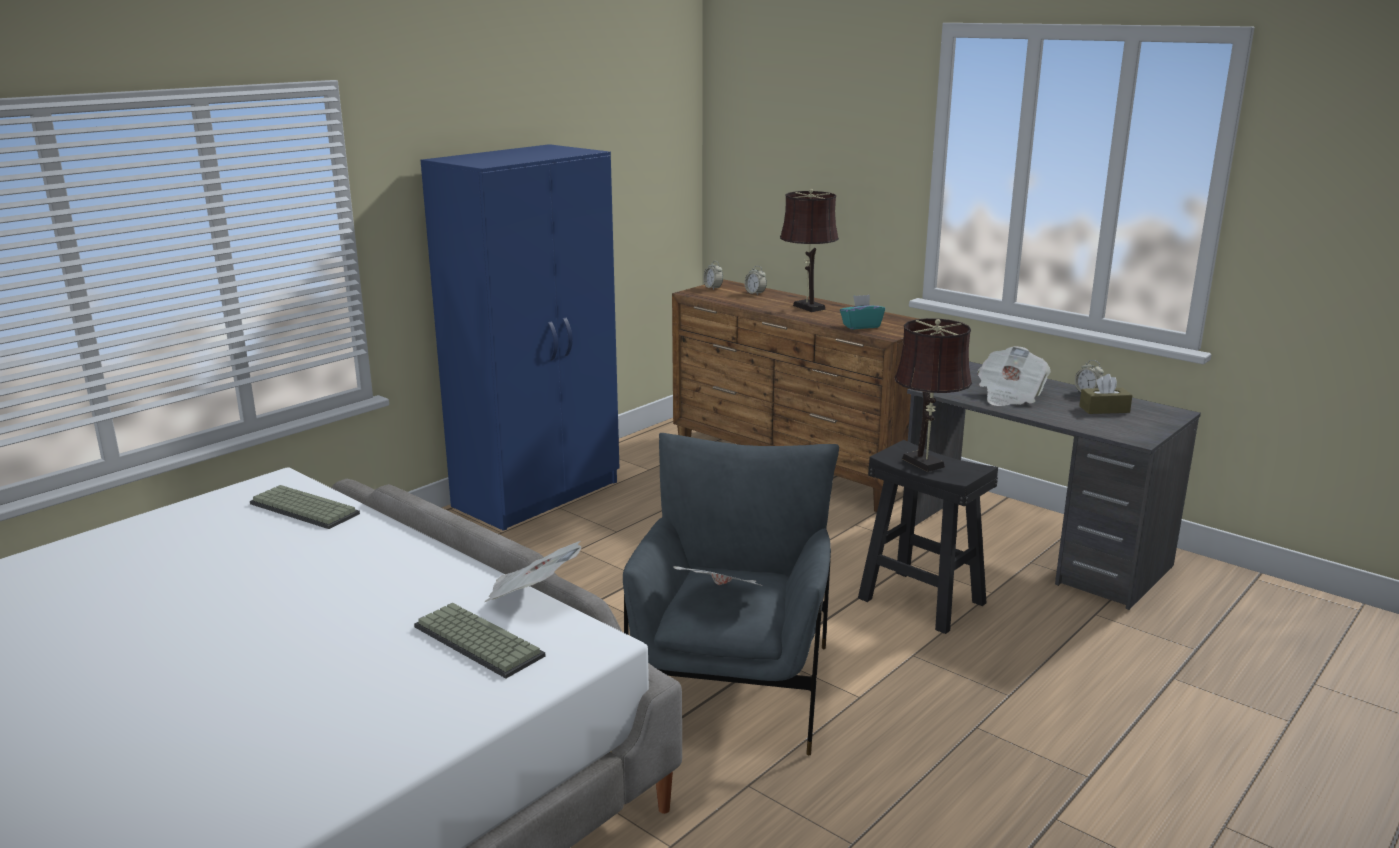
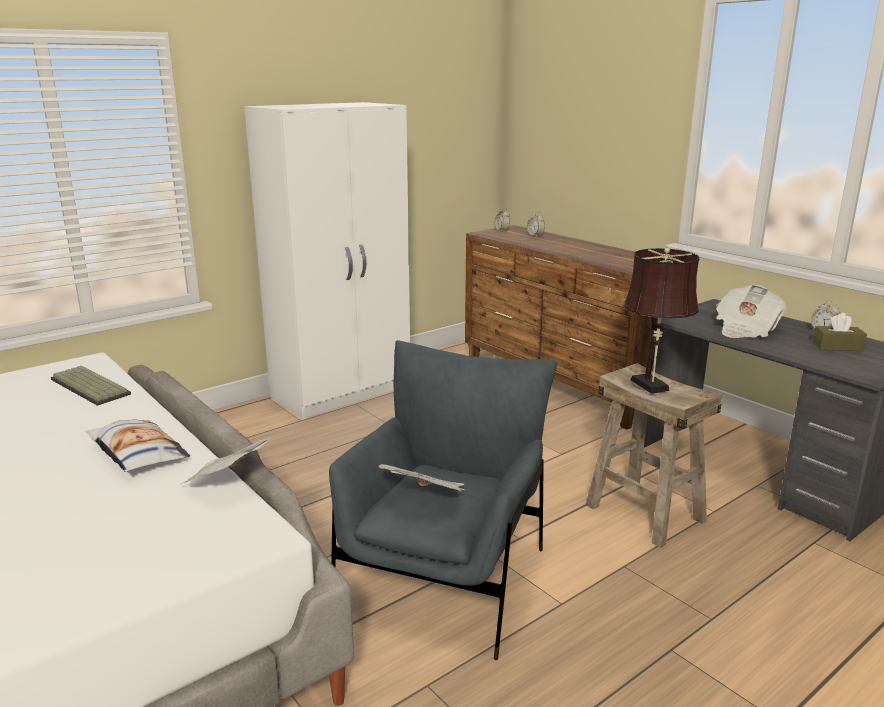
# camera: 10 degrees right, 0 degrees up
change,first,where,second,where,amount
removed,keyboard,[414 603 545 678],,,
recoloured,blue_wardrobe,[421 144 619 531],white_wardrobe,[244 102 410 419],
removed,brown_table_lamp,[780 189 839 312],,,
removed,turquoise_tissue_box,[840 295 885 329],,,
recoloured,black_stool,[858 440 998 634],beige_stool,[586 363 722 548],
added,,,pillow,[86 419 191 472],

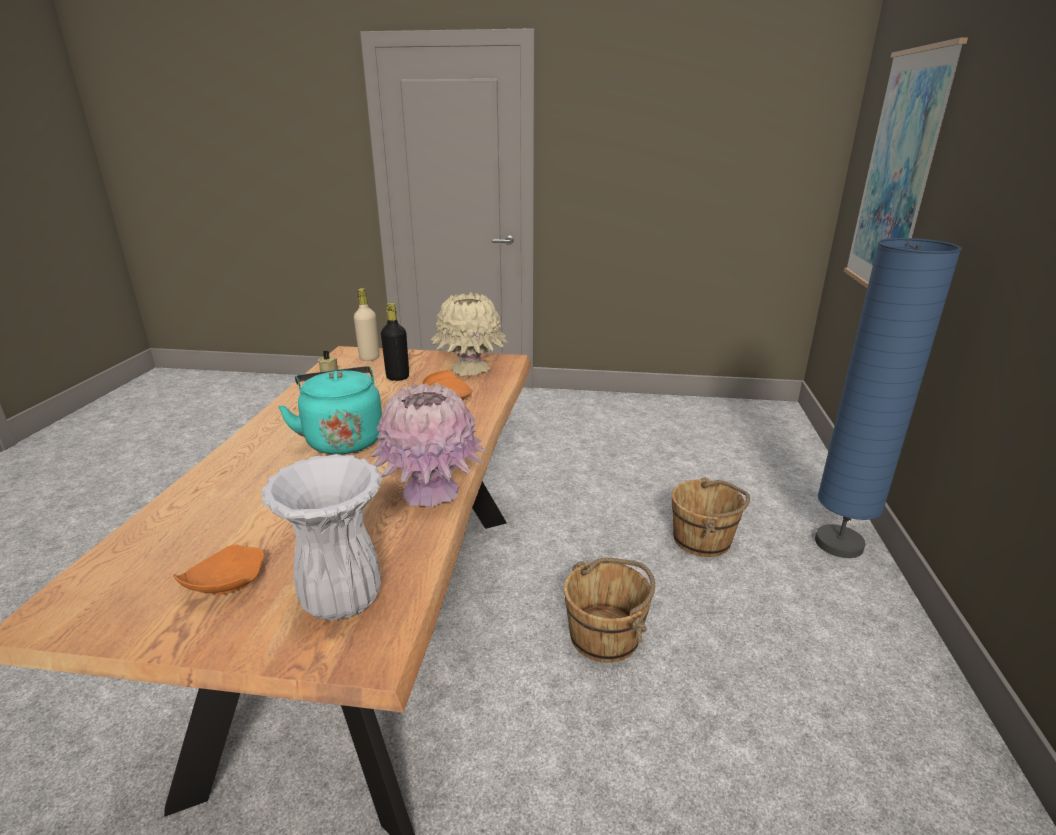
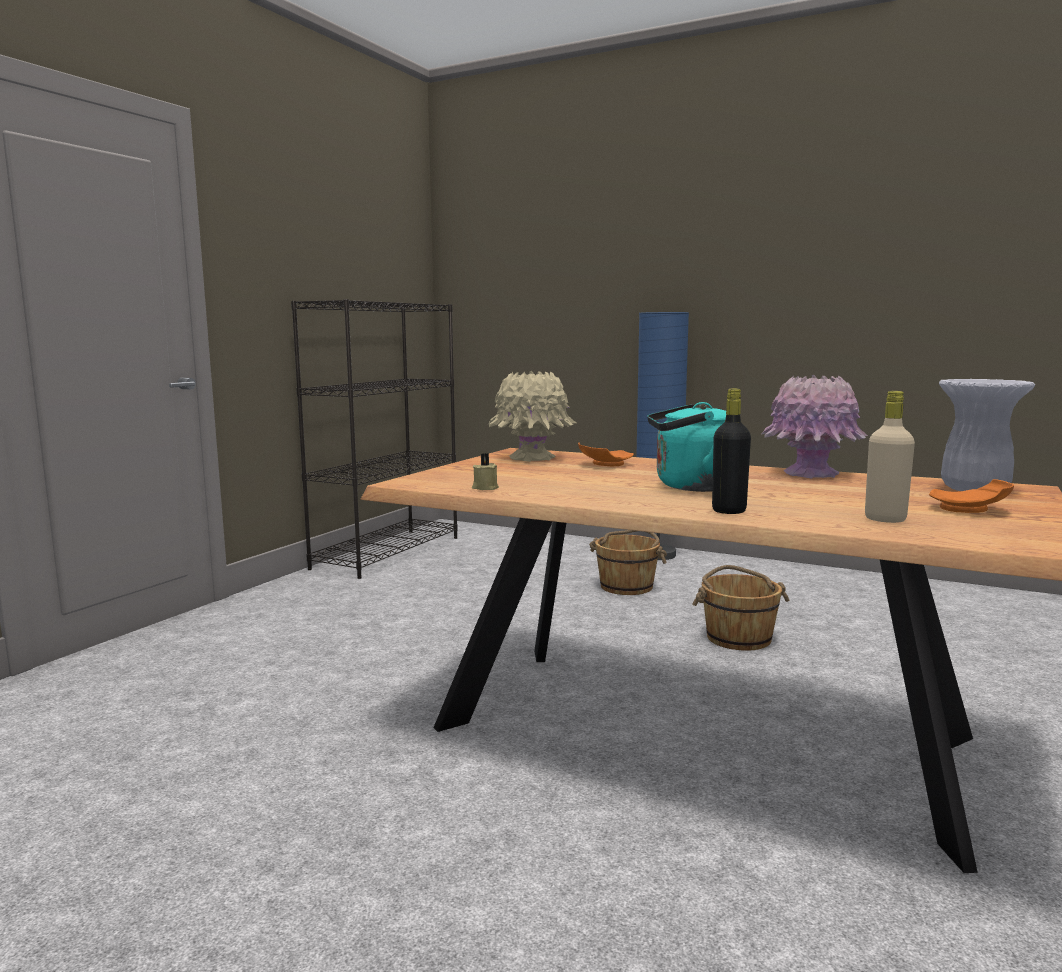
# camera: 70 degrees left, 15 degrees down
change,first,where,second,where,amount
moved,beige_bottle,[354 288 379 361],,[865 391 915 523],
moved,black_bottle,[381 303 409 381],,[712 389 751 514],
removed,picture,[844 37 968 288],,,
added,,,black_bookcase,[291 299 458 579],

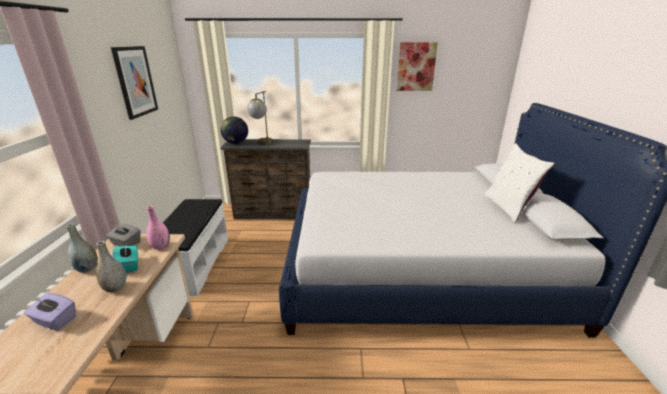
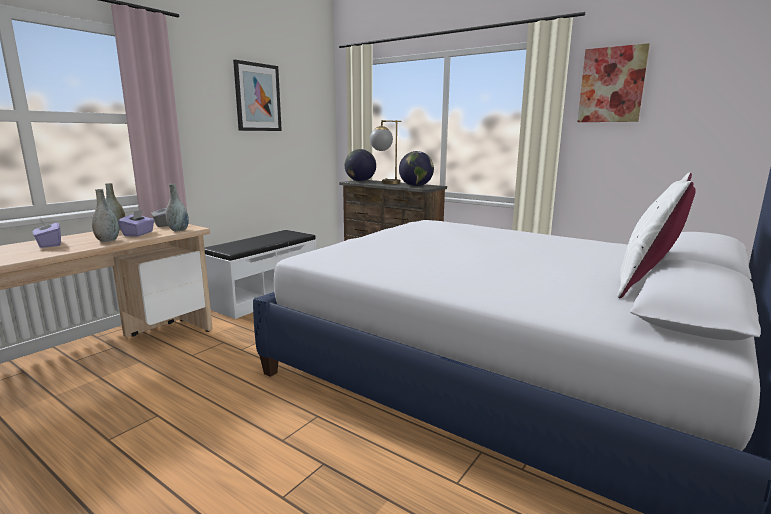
# camera: 35 degrees right, 10 degrees down
change,first,where,second,where,amount
recoloured,turquoise_tissue_box,[113 244 138 273],purple_tissue_box,[118 210 155 236],
recoloured,pink_vase,[146 206 170 250],grey_vase,[166 184 189 231],
added,,,globe,[399 151 434 187],

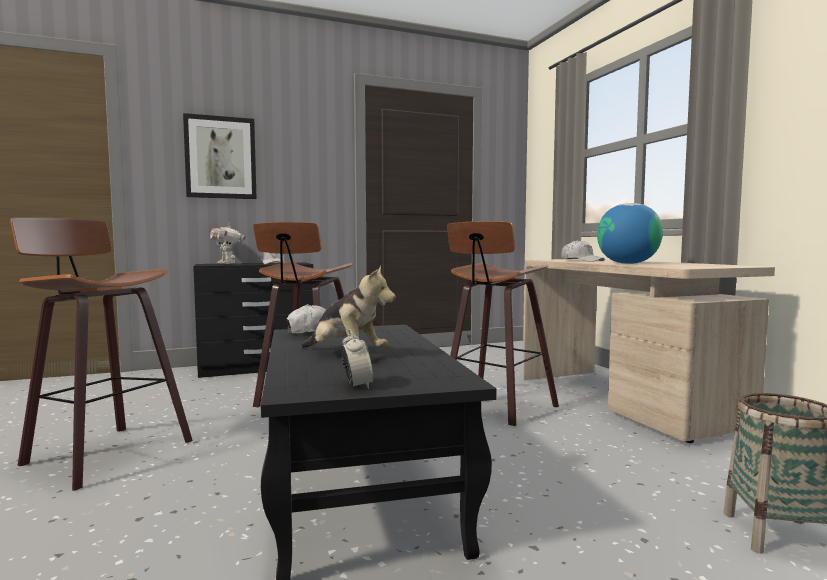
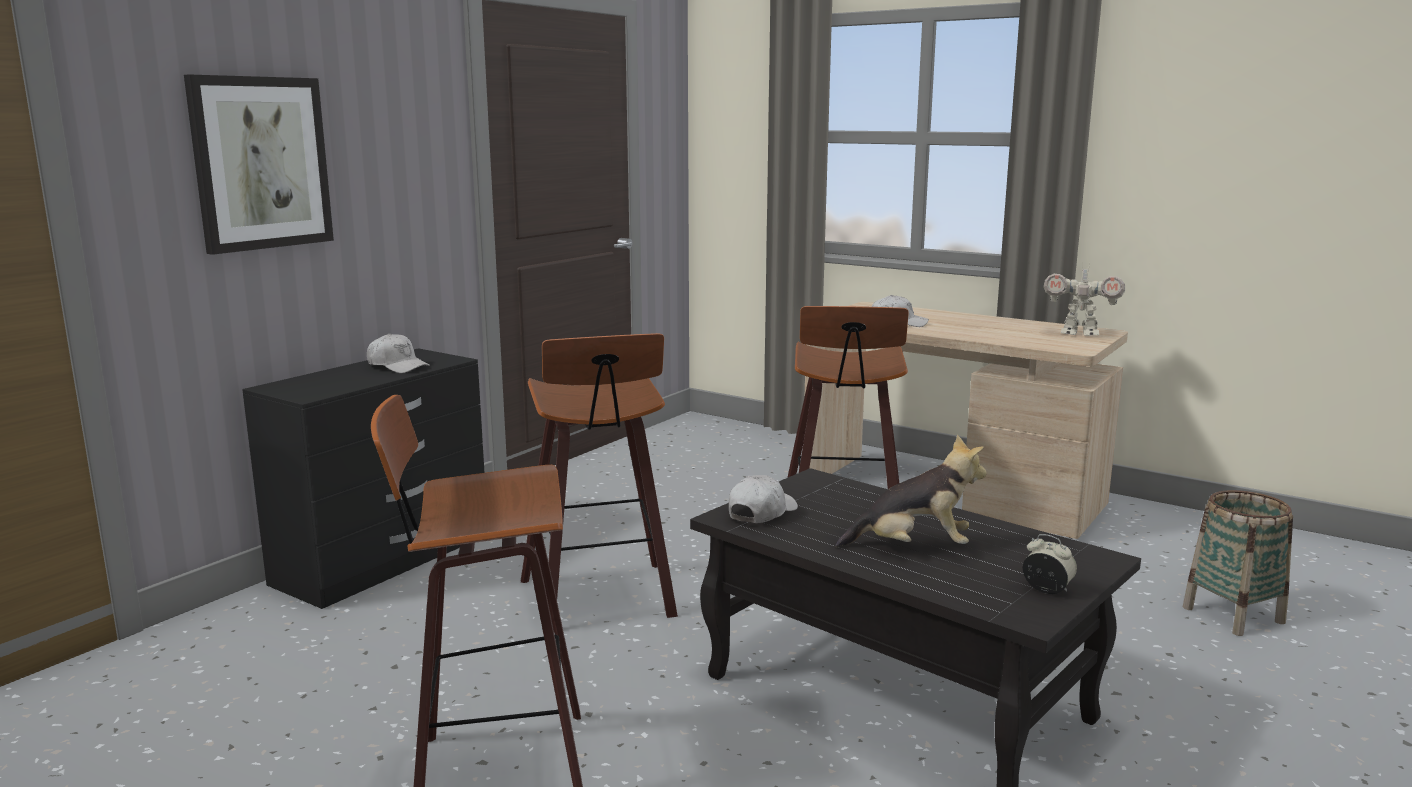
# camera: 35 degrees left, 10 degrees up
change,first,where,second,where,amount
moved,toy_robot,[210 221 246 264],,[1044 263 1125 336],
removed,globe,[597 203 663 264],,,

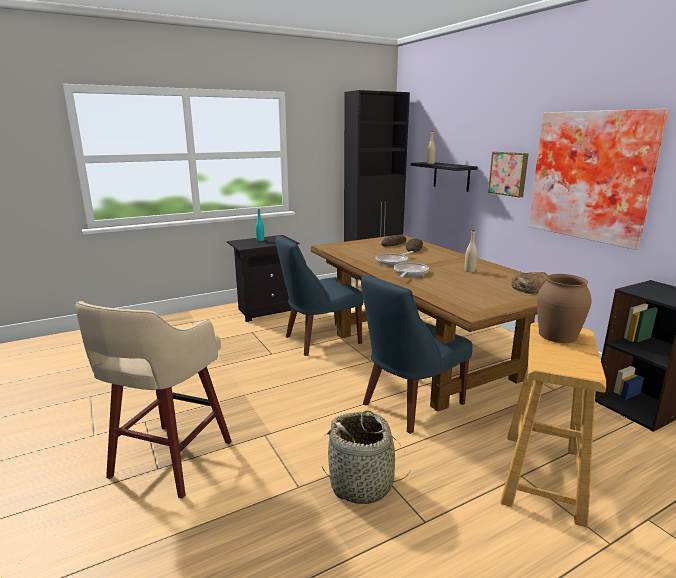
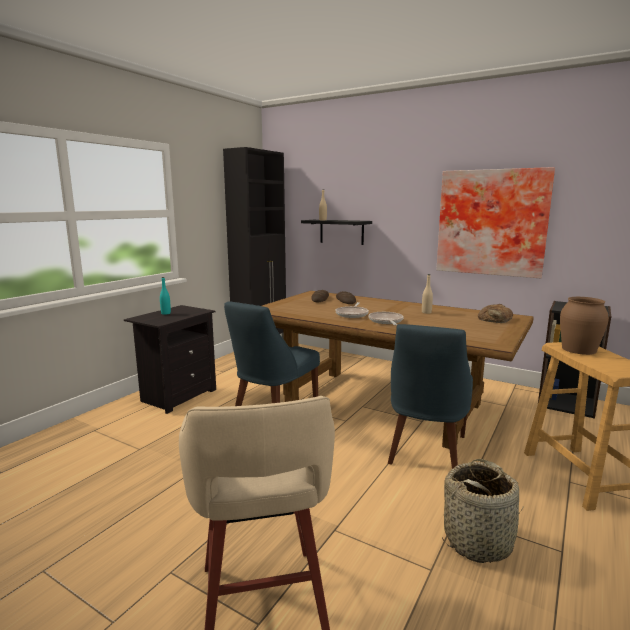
# camera: 30 degrees left, 5 degrees down
change,first,where,second,where,amount
removed,picture,[488 152 528 197],,,

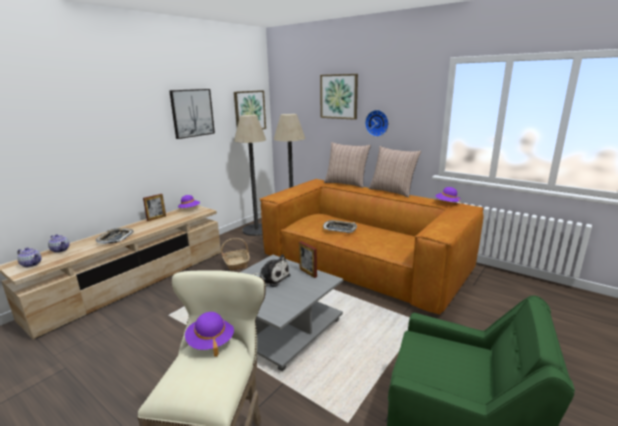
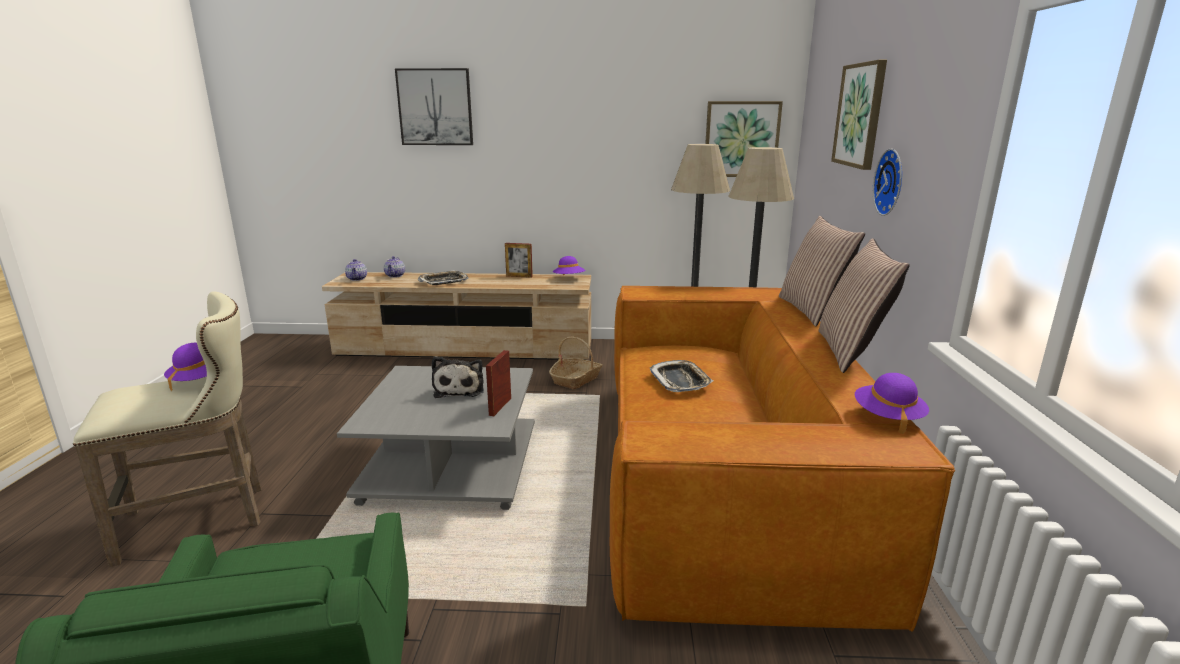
# camera: 55 degrees right, 0 degrees up
change,first,where,second,where,amount
moved,picture,[169 89 215 139],,[395 68 473 145],

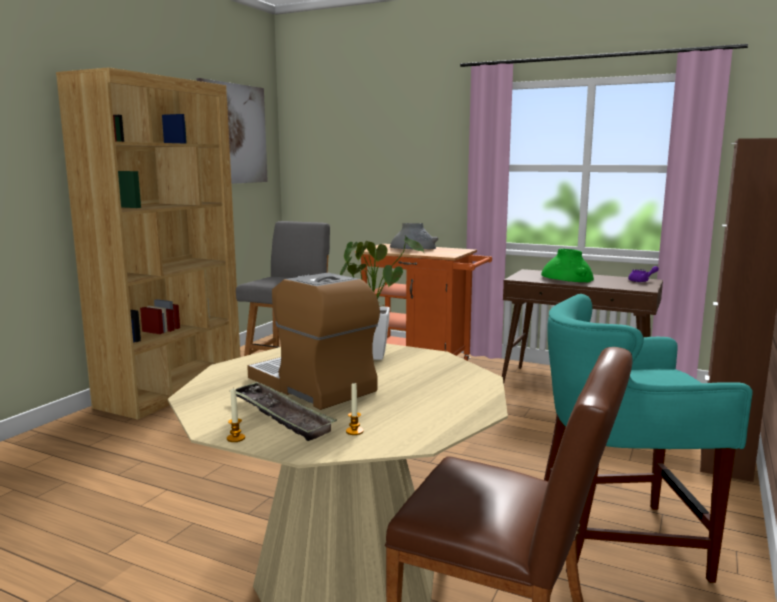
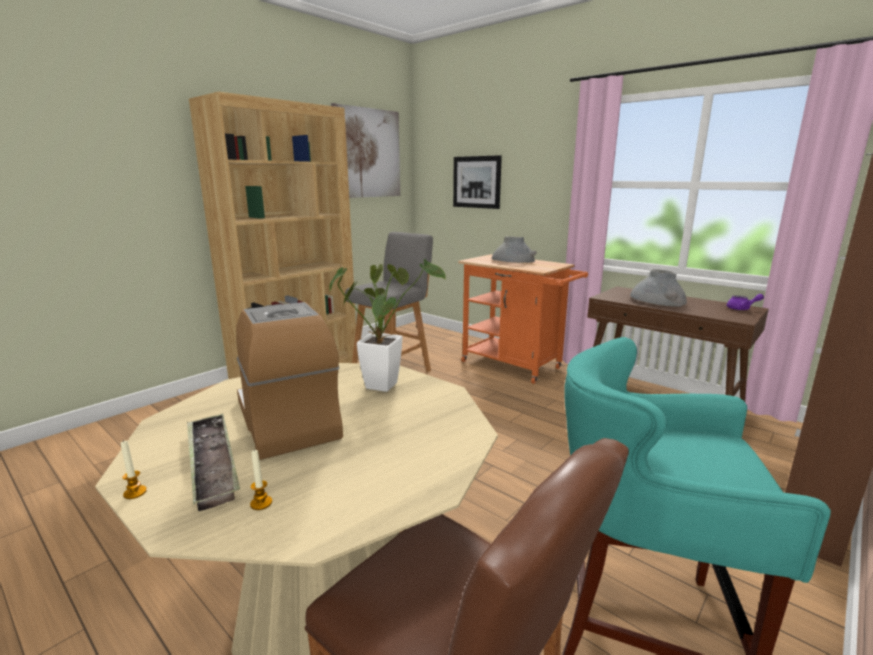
# camera: 15 degrees right, 5 degrees up
change,first,where,second,where,amount
recoloured,green_vase,[541 249 594 282],grey_vase,[630 269 687 307],
added,,,picture,[453 155 502 209],

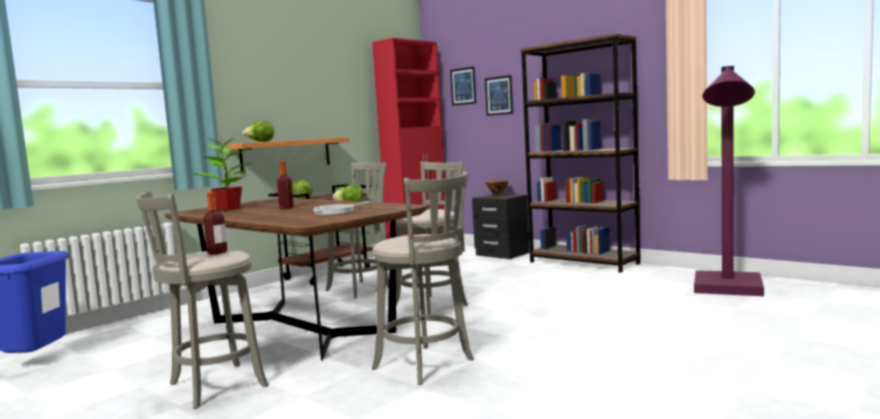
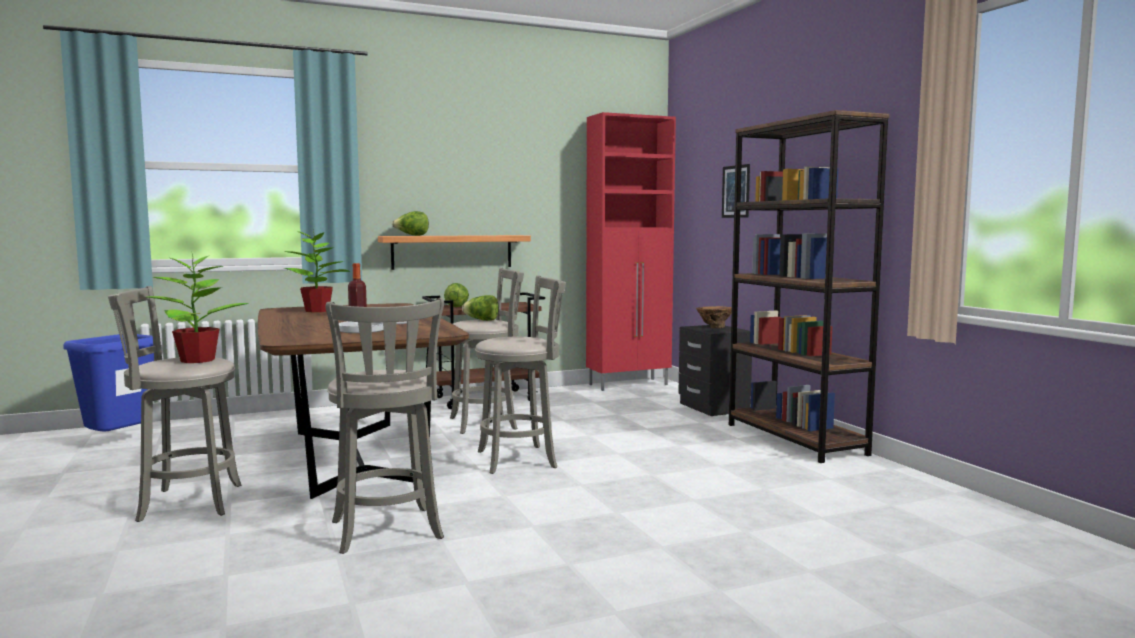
# camera: 25 degrees right, 0 degrees up
change,first,where,second,where,amount
replaced,bottle,[203 192 227 254],potted_plant,[148 251 249 363],
removed,picture,[450 67 476 106],,,
removed,purple_floor_lamp,[694 66 764 296],,,

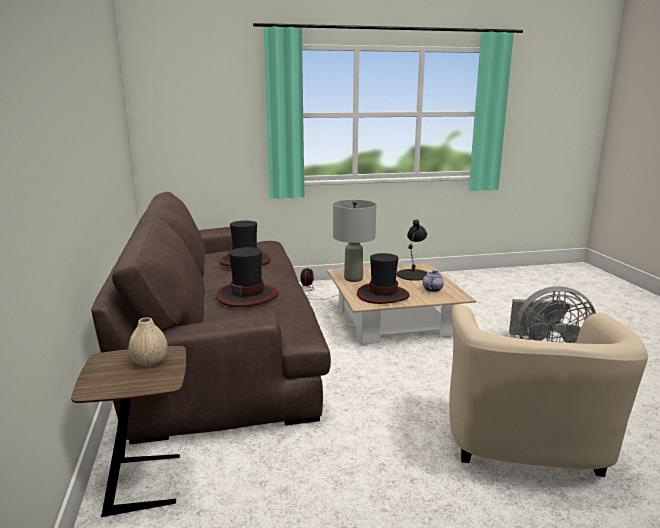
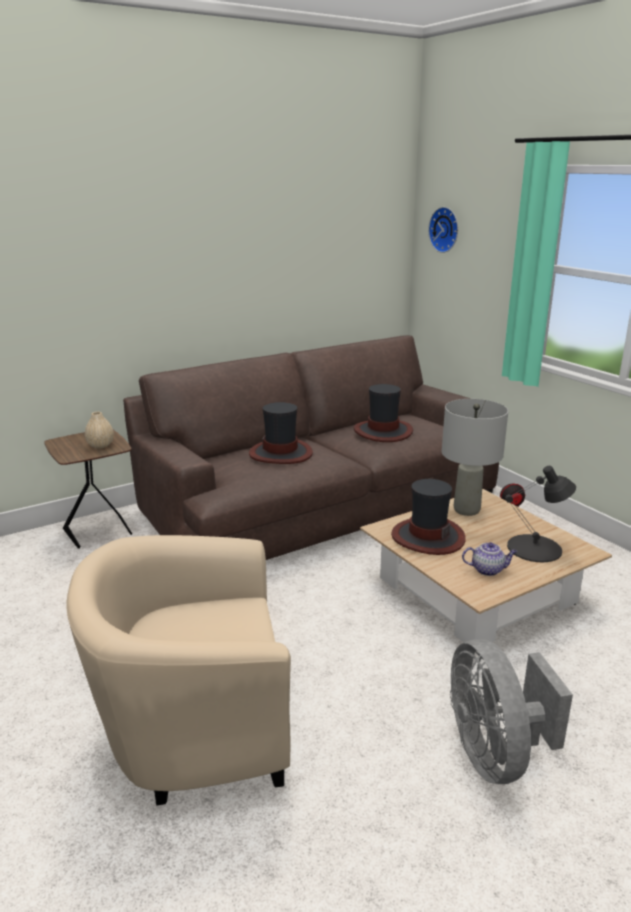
# camera: 70 degrees right, 5 degrees up
change,first,where,second,where,amount
added,,,wall_clock,[428 207 458 253],

